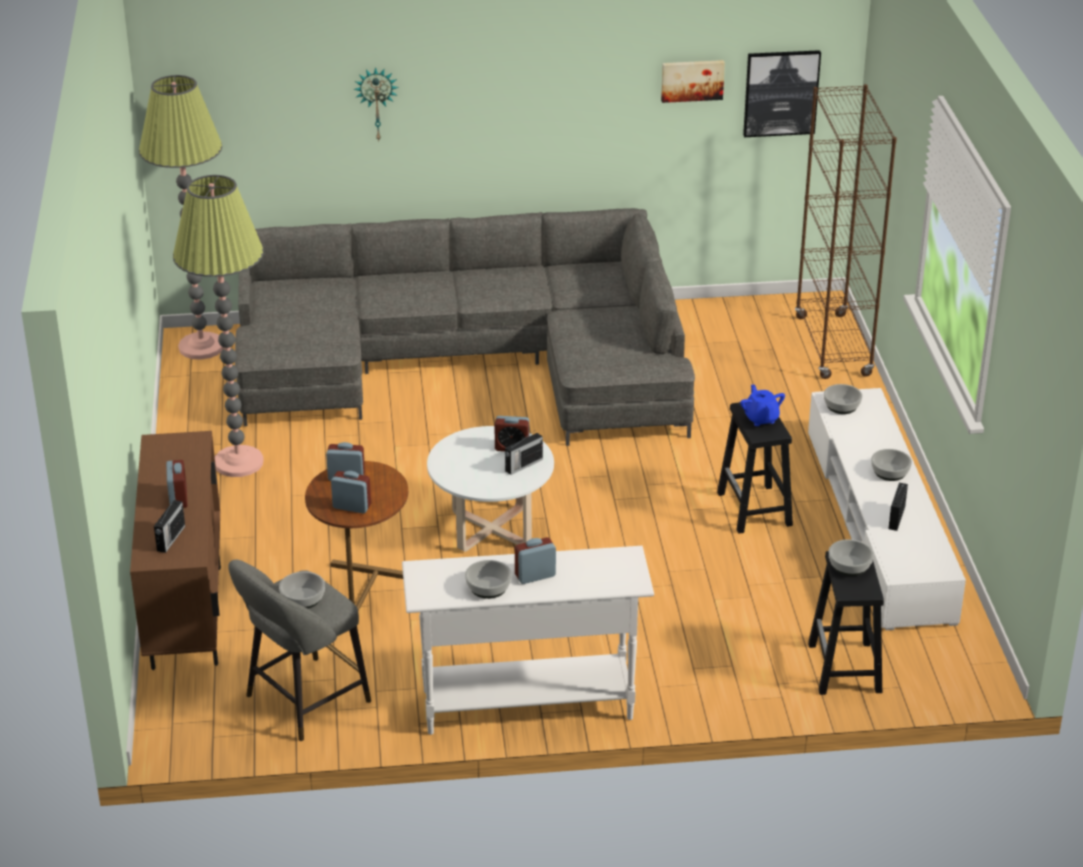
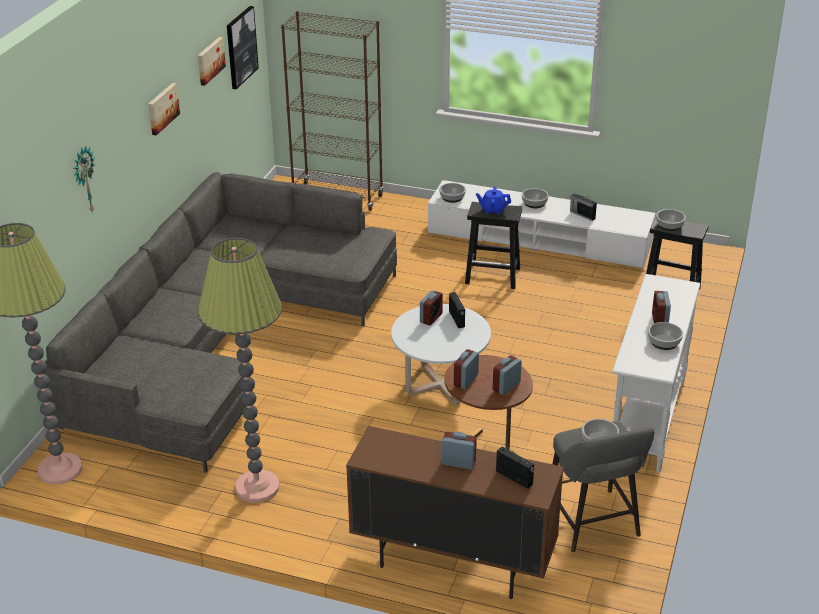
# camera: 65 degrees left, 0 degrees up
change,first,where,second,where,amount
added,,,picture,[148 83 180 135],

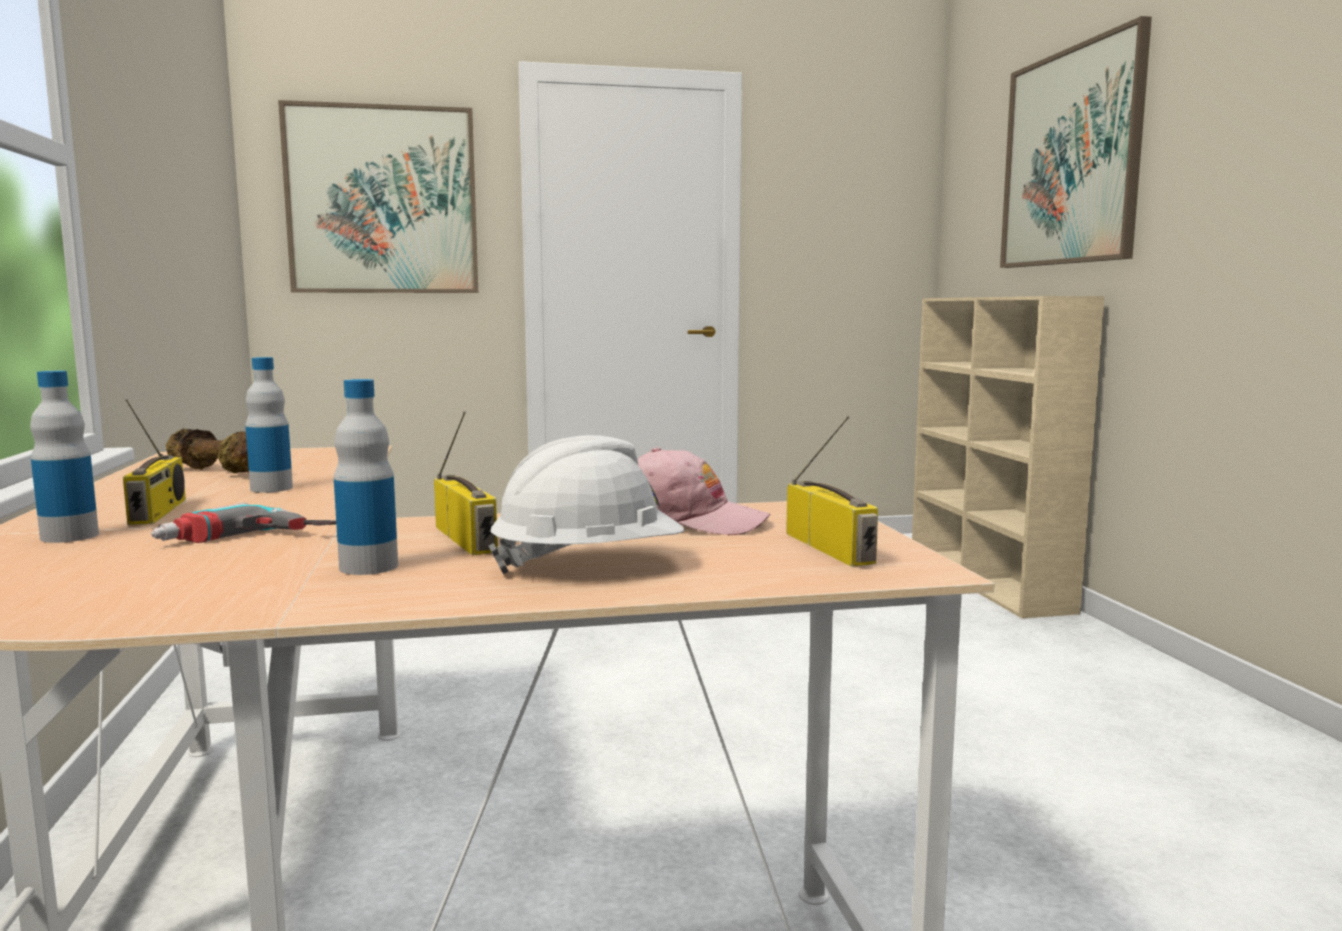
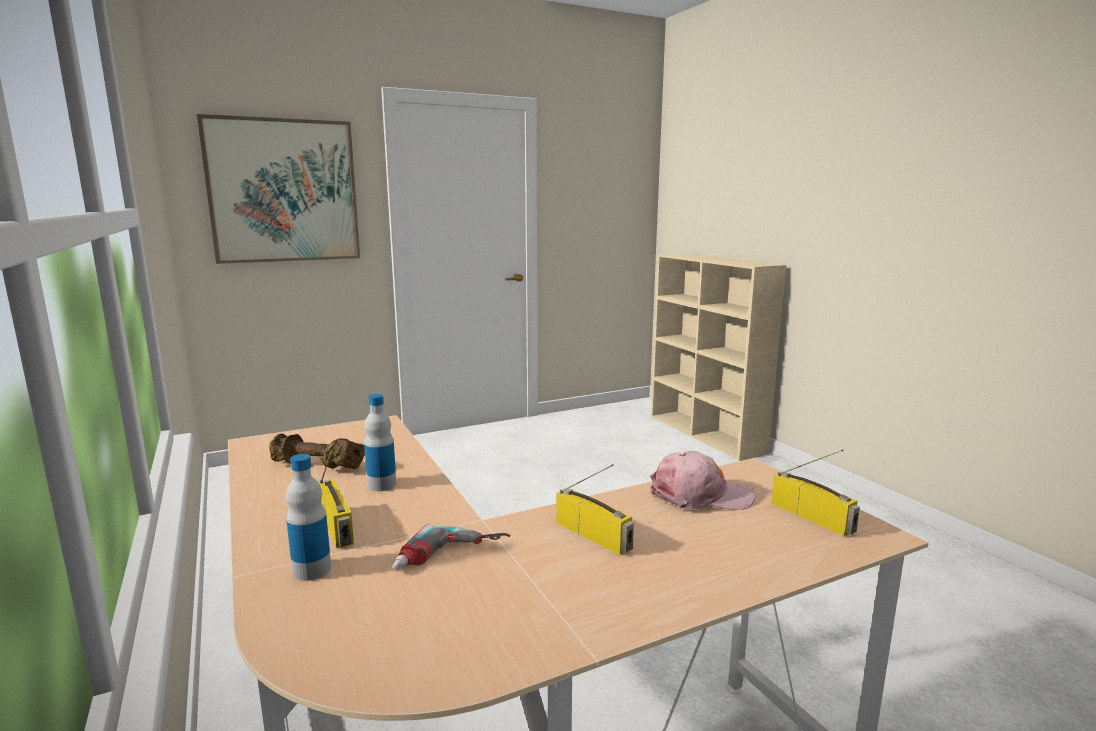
# camera: 15 degrees left, 5 degrees up
change,first,where,second,where,amount
removed,bottle,[334 379 398 575],,,
removed,white_hard_hat,[489 435 684 574],,,
removed,picture,[1000 16 1152 268],,,

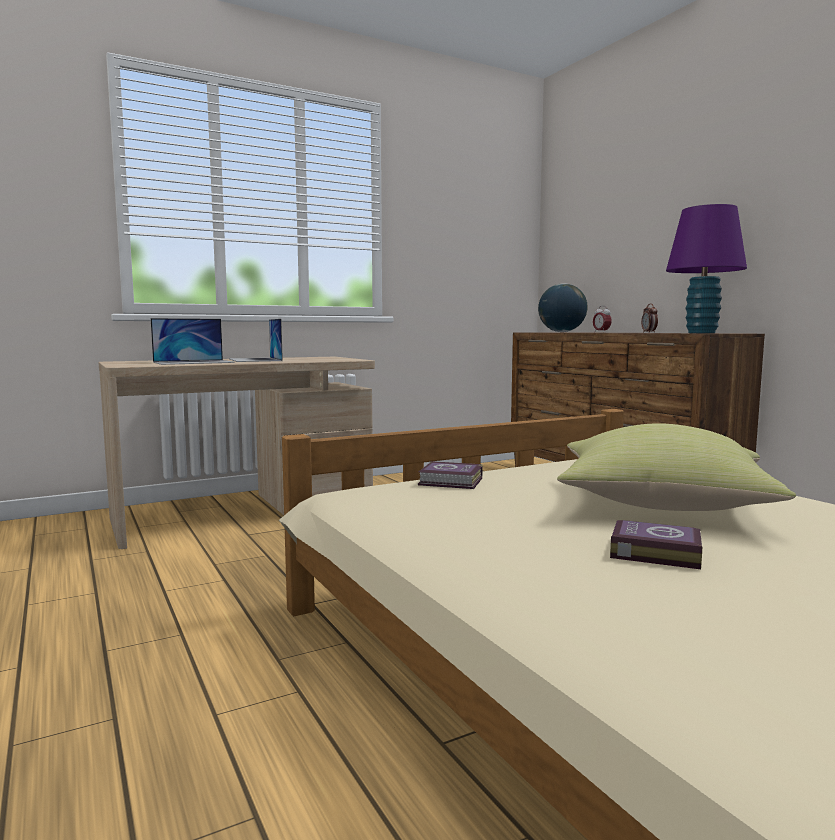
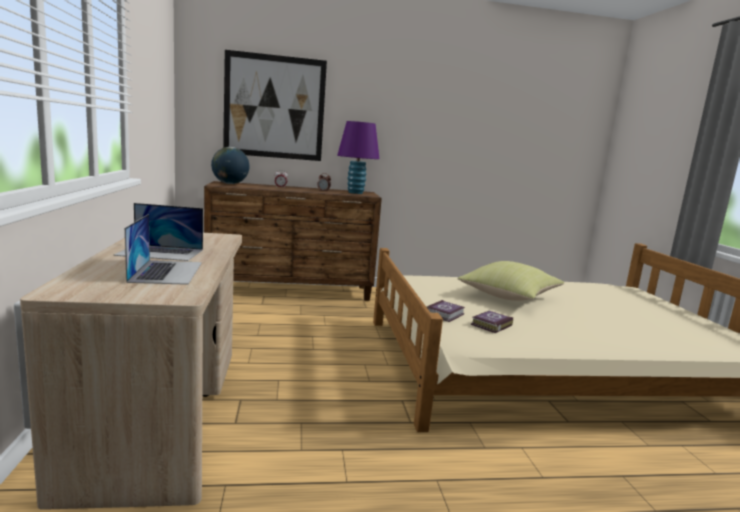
# camera: 70 degrees left, 5 degrees up
change,first,where,second,where,amount
moved,book,[610 520 702 569],,[471 311 513 333],
added,,,picture,[223 50 327 161],

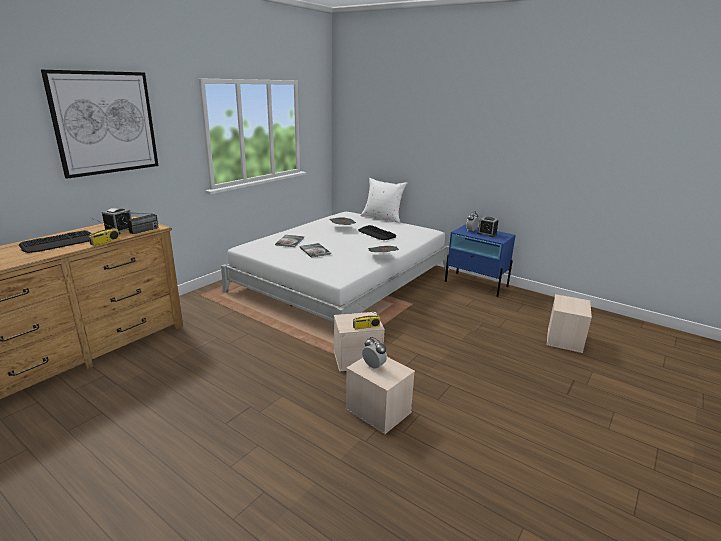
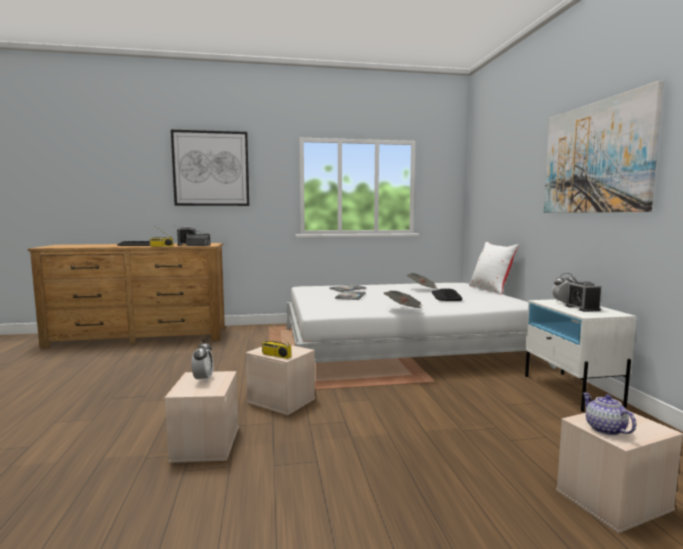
# camera: 45 degrees right, 15 degrees down
change,first,where,second,where,amount
recoloured,blue_nightstand,[445 224 516 297],white_nightstand,[525 299 637 412],
added,,,picture,[544 81 664 213],
added,,,teapot,[583 393 636 435],

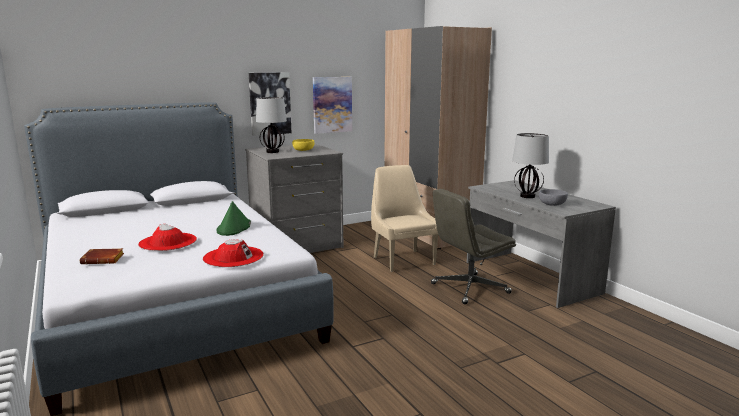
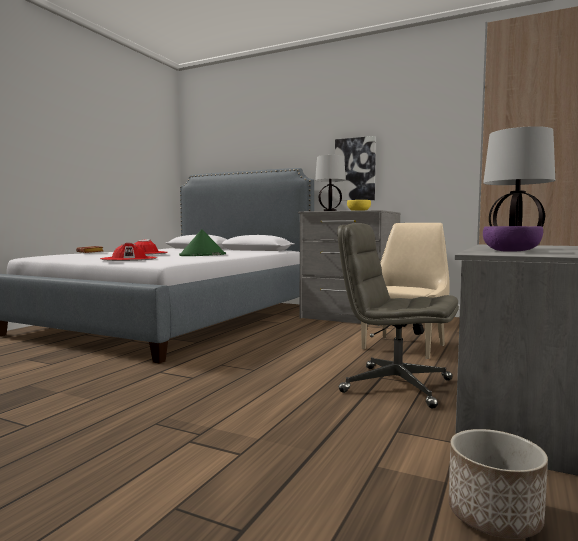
# camera: 55 degrees right, 10 degrees down
change,first,where,second,where,amount
removed,picture,[313 77 352 134],,,
recoloured,grey_bowl,[539 189 568 206],purple_bowl,[483 226 543 252],
added,,,planter,[449 429 548 539],

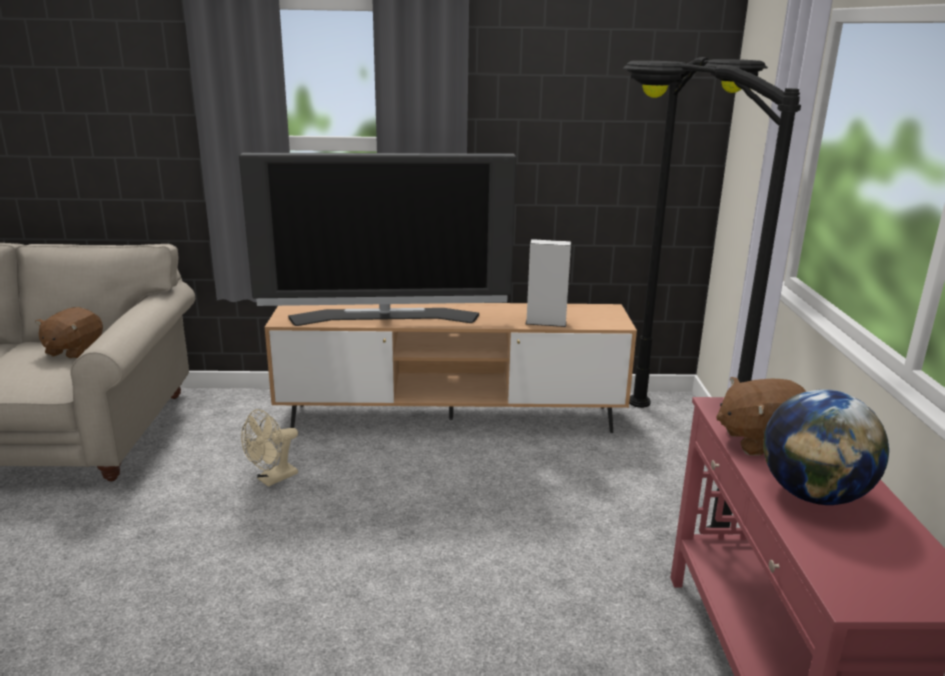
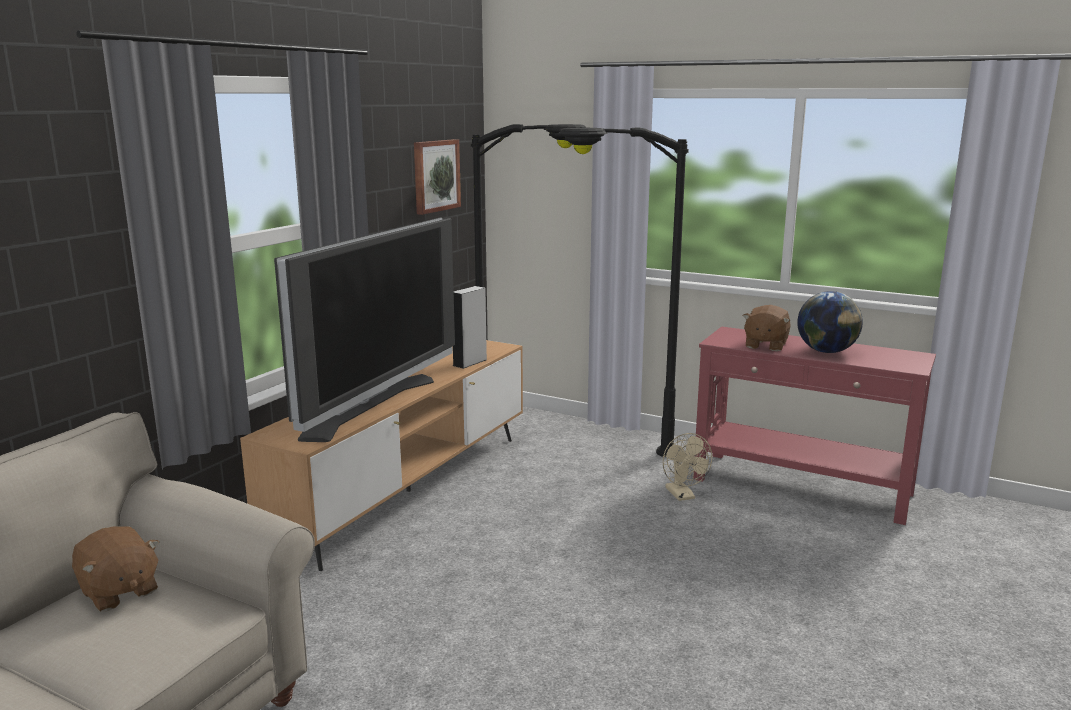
# camera: 60 degrees left, 5 degrees down
change,first,where,second,where,amount
moved,beige_fan,[241 409 298 487],,[663 433 712 501],
added,,,picture,[414 139 461 215],

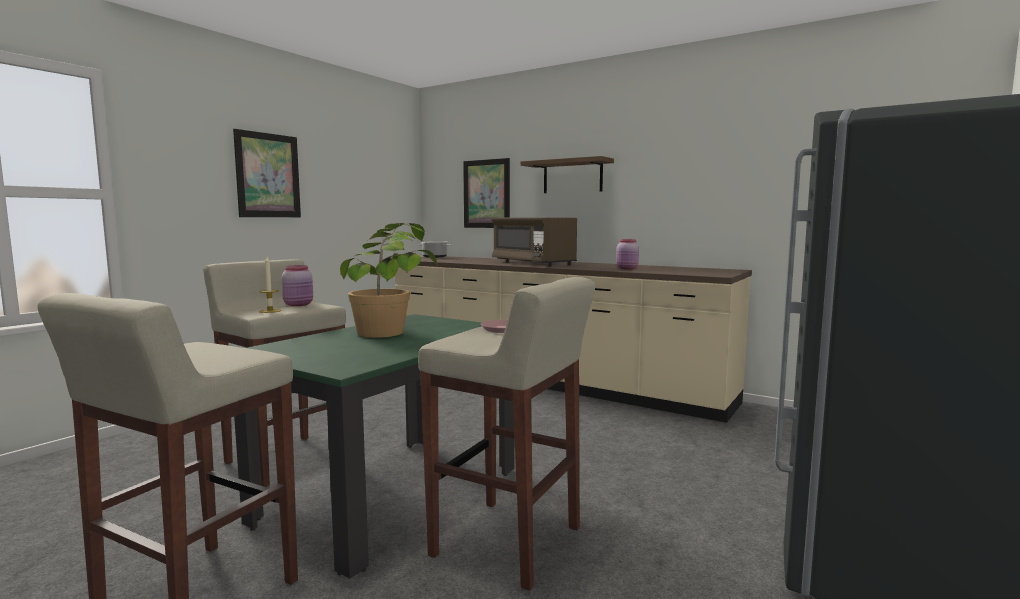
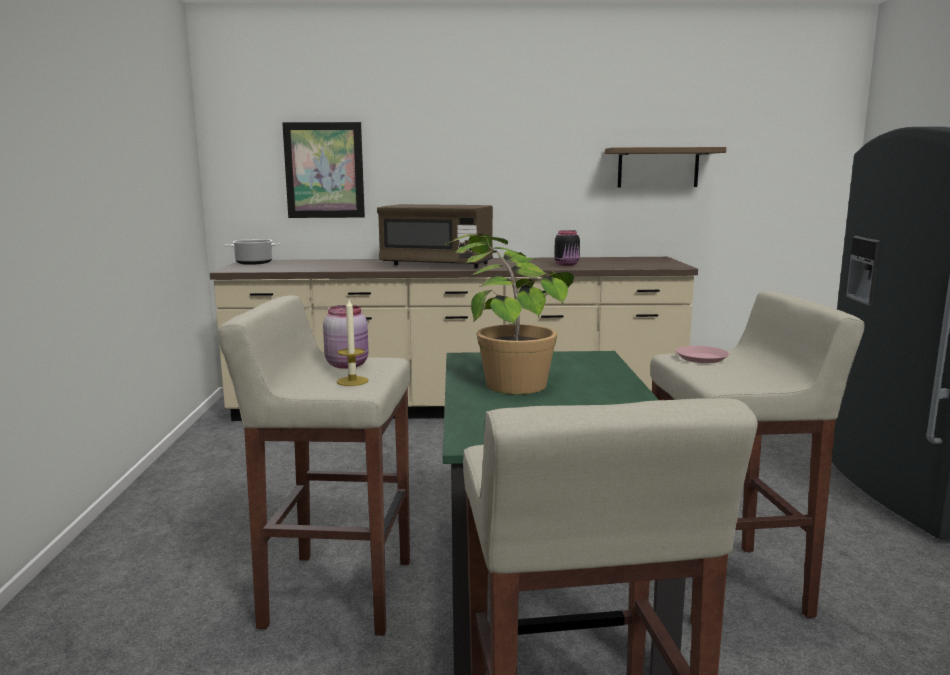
# camera: 35 degrees left, 5 degrees up
change,first,where,second,where,amount
removed,picture,[233 129 301 217],,,
moved,shelf,[520 156 614 193],,[605 147 726 187],
recoloured,pink_jar,[616 239 639 270],black_jar,[554 230 580 266],

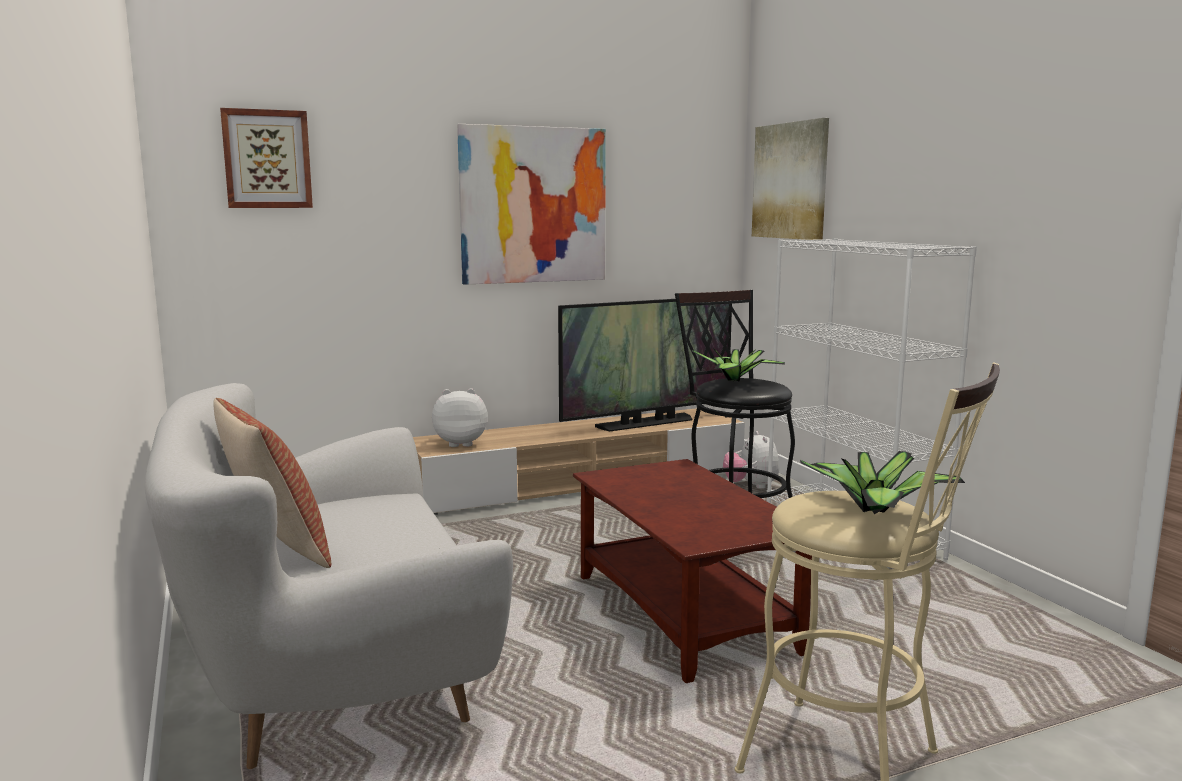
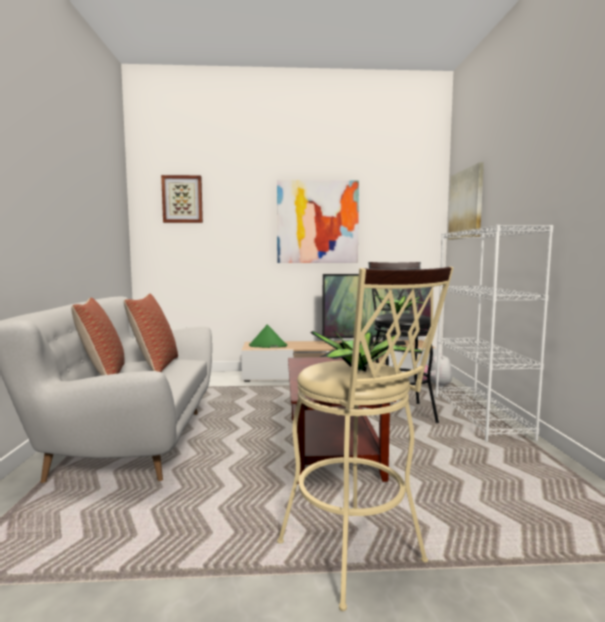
# camera: 20 degrees right, 5 degrees down
change,first,where,second,where,amount
replaced,plush_toy,[432 388 488 447],green_hat,[249 325 287 348],
added,,,pillow,[124 294 178 372],

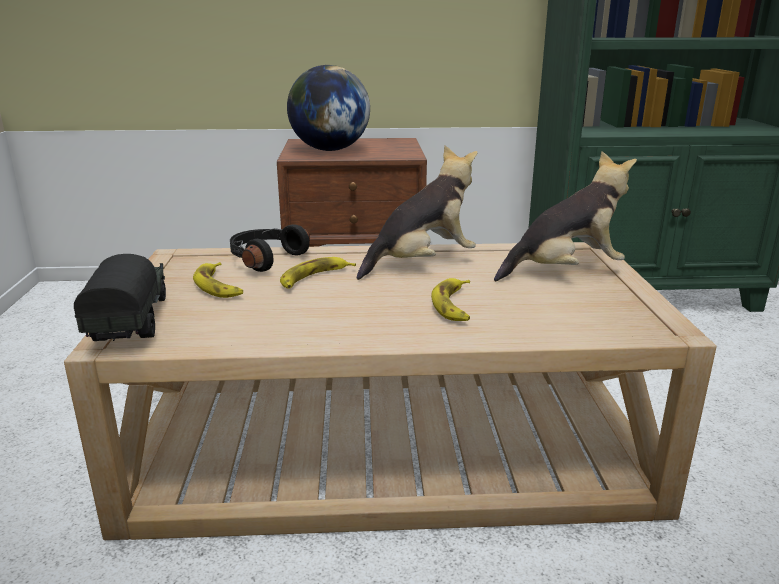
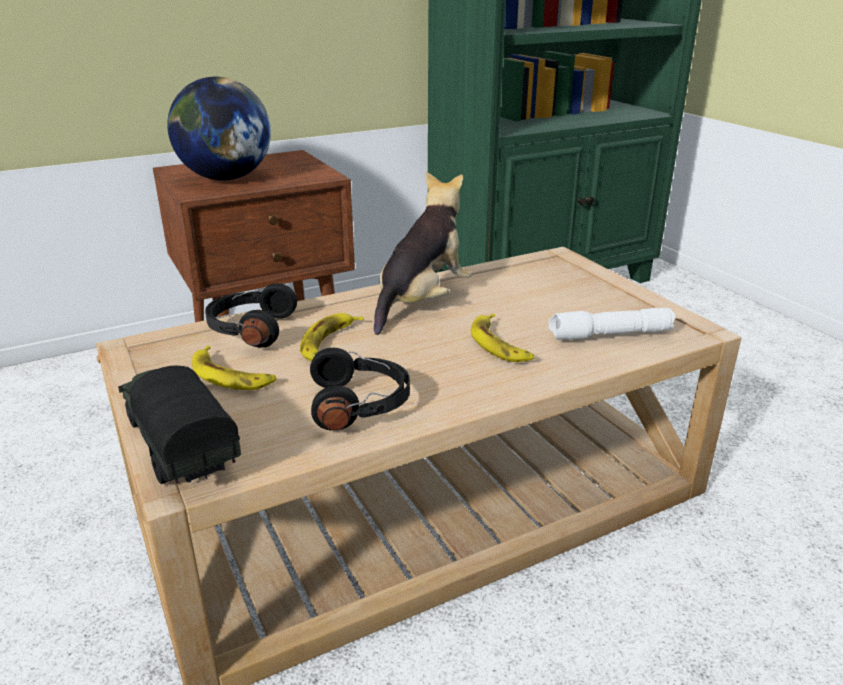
# camera: 25 degrees left, 5 degrees up
change,first,where,second,where,amount
removed,plush_toy,[494 151 637 282],,,
added,,,black_headphones,[310 348 410 430],
added,,,white_flashlight,[549 308 675 340],

